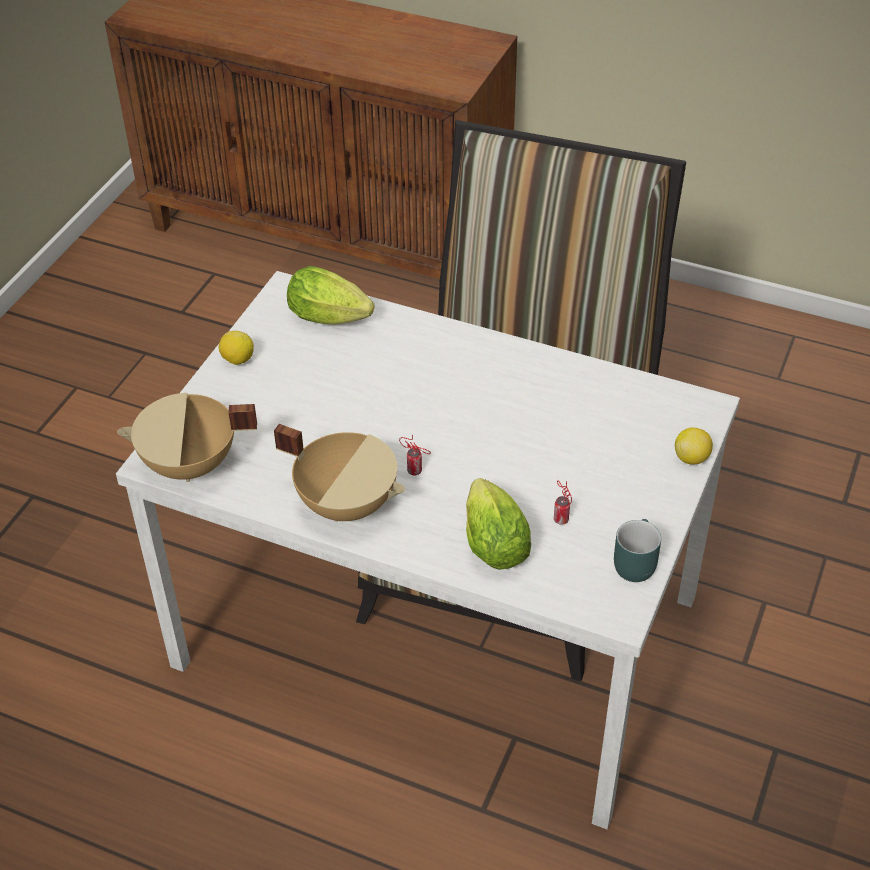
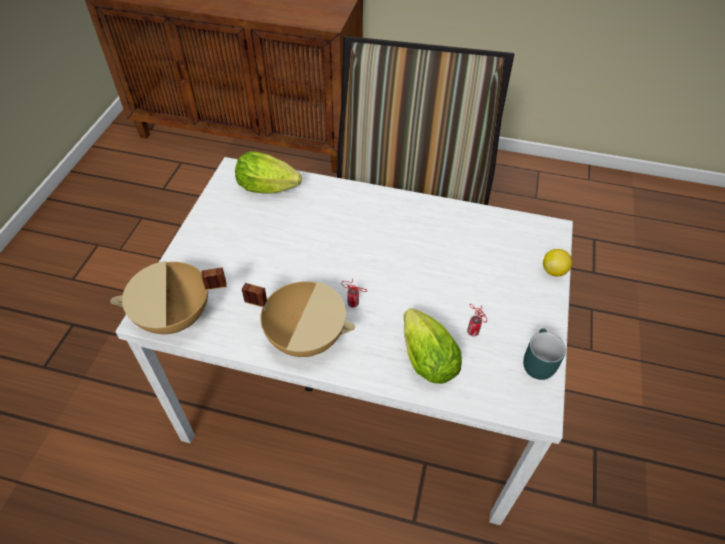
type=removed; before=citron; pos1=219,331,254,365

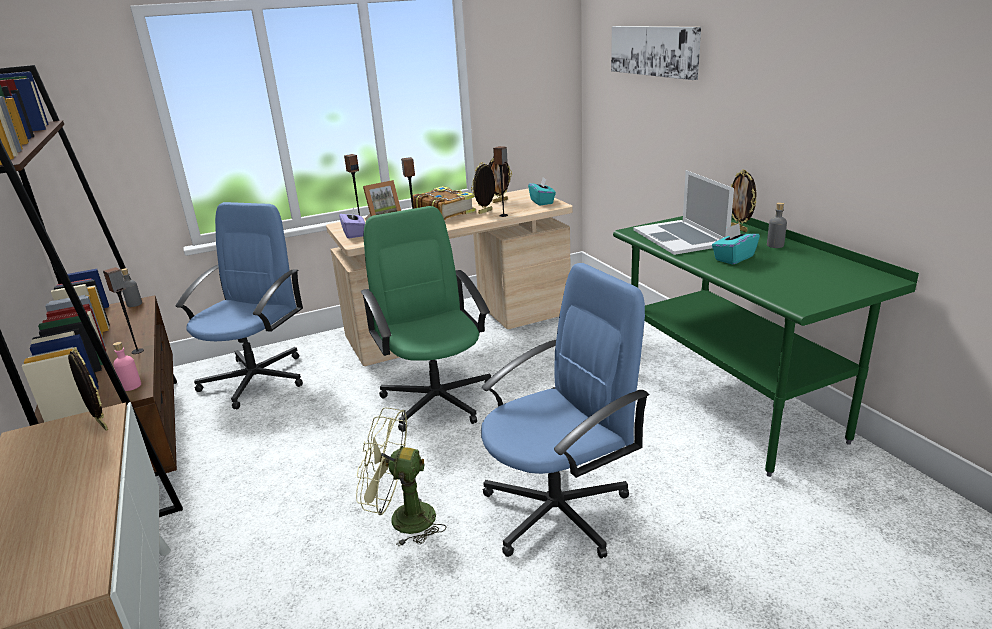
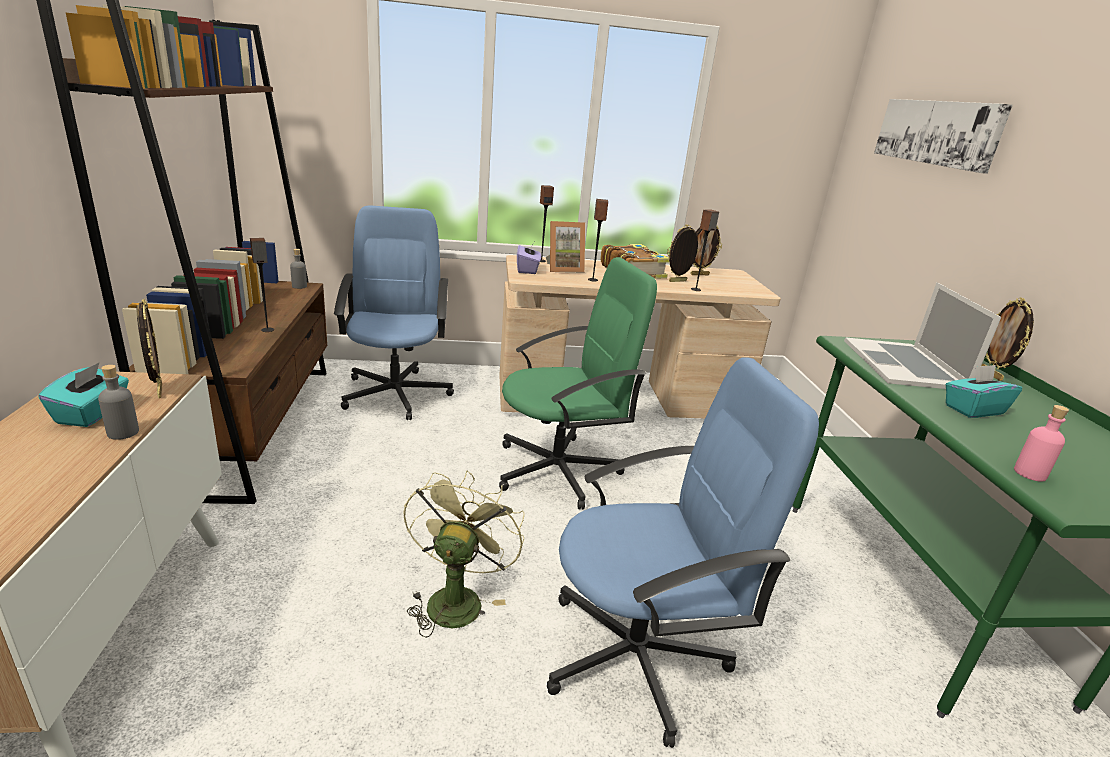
type=moved; before=boîte à mouchoirs [turquoise]; pos1=528,178,556,206; pos2=38,362,129,427
type=moved; before=bouteille [gris]; pos1=767,203,787,248; pos2=98,365,139,440
type=turned; before=chaise de bureau [bleu]; pos1=175,202,303,409; pos2=334,205,454,420; turn=-45
type=turned; before=ventilateur [vert]; pos1=356,407,446,547; pos2=404,471,525,638; turn=75
type=turned; before=chaise de bureau [vert]; pos1=360,206,491,432; pos2=499,257,657,510; turn=75
type=moved; before=bouteille [rose]; pos1=113,342,141,391; pos2=1014,405,1069,482

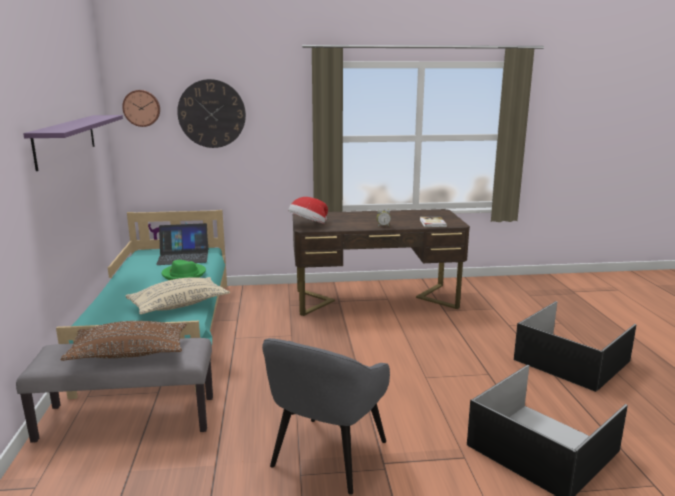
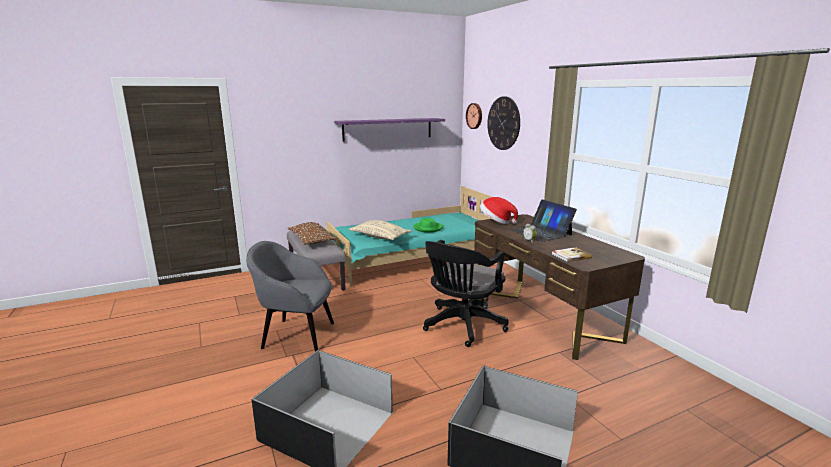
type=added; after=chaise de bureau [noir]; pos2=423,240,509,347
type=moved; before=ordinateur portable; pos1=156,223,208,265; pos2=509,199,577,242

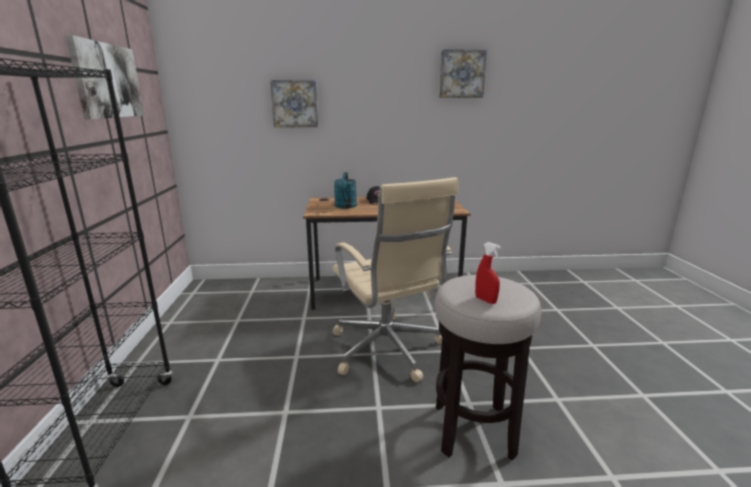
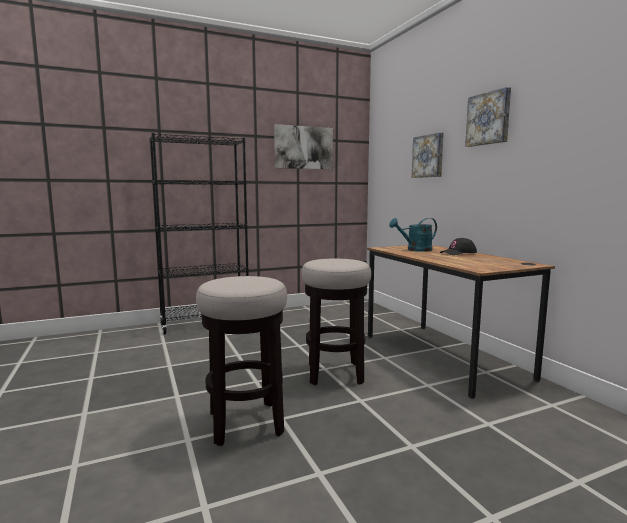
type=replaced; before=chaise de bureau [beige]; after=tabouret; pos1=332,177,458,382; pos2=301,259,371,385
type=moved; before=tableau; pos1=439,49,487,98; pos2=465,87,511,147
type=removed; before=vaporisateur [rouge]; pos1=475,242,501,304

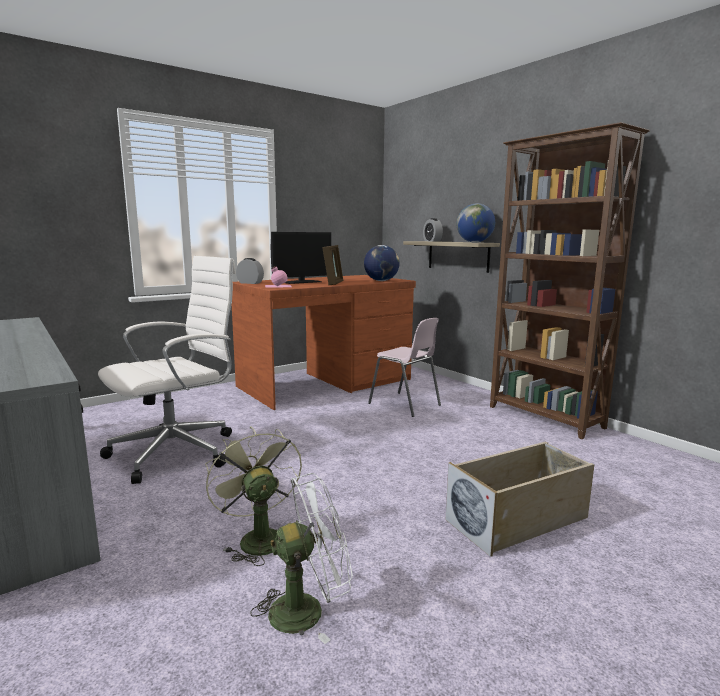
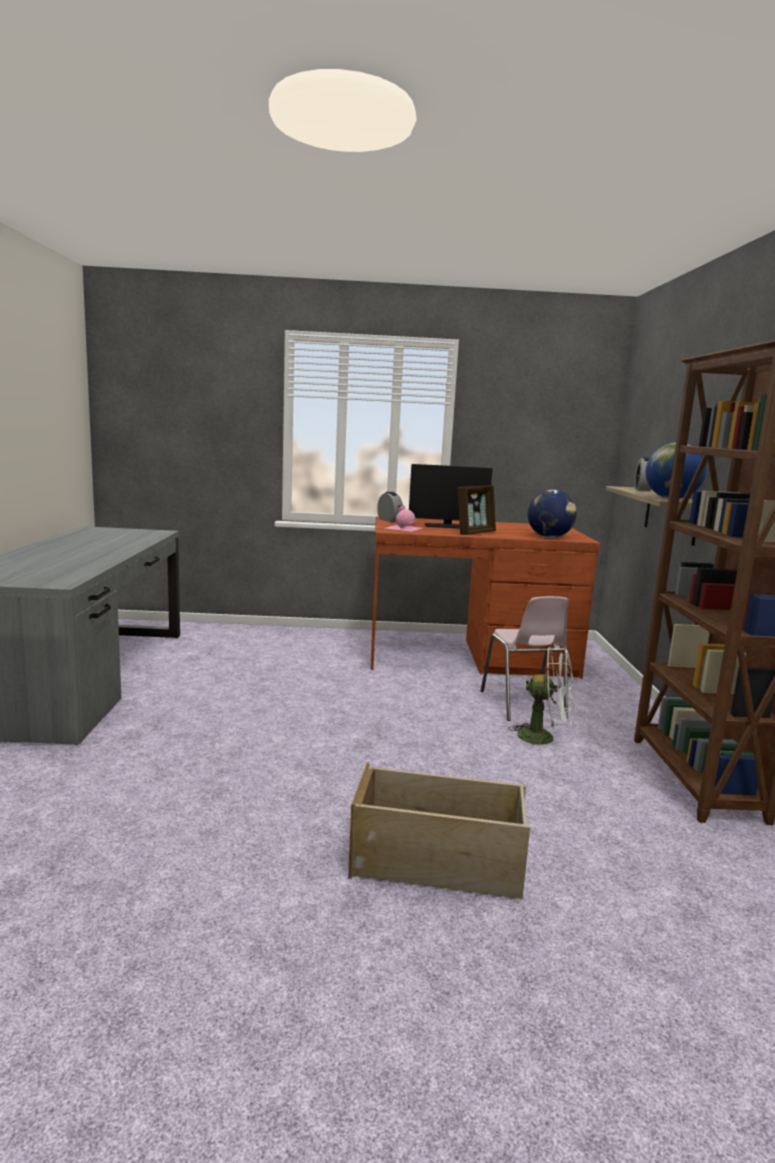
type=moved; before=ventilateur [blanc]; pos1=250,473,353,644; pos2=508,646,574,752
type=removed; before=chaise de bureau [blanc]; pos1=98,256,236,484
type=removed; before=ventilateur [vert]; pos1=205,426,302,566

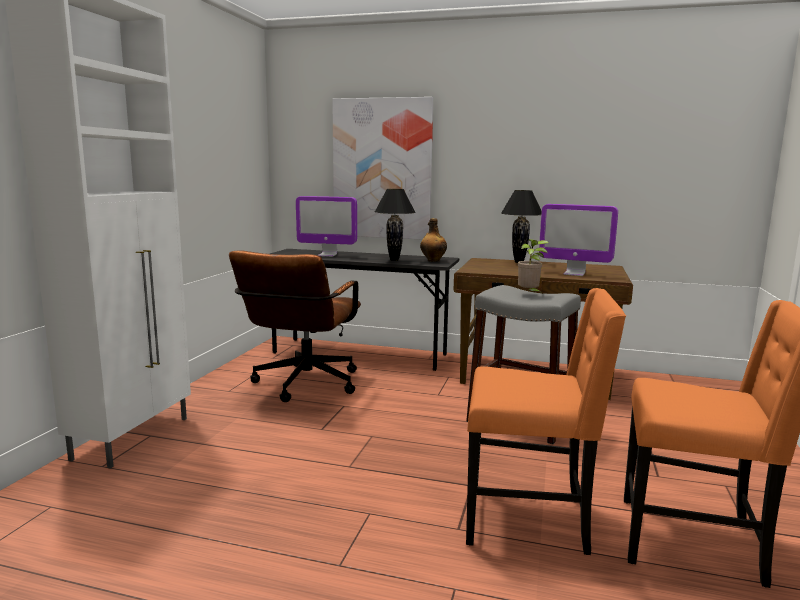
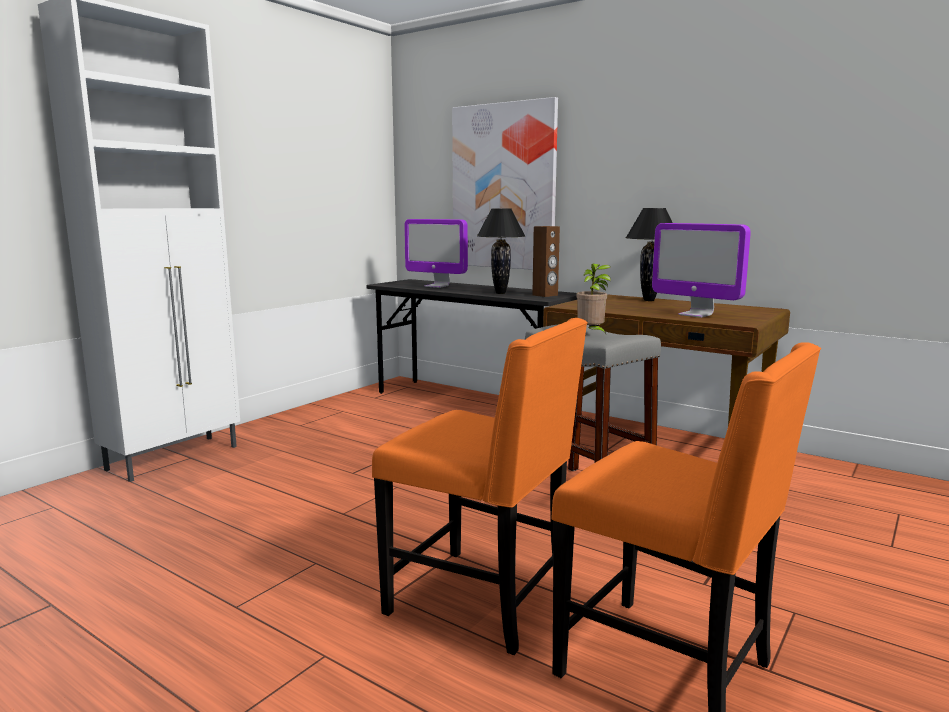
type=replaced; before=bouteille; after=enceinte [marron]; pos1=420,218,447,262; pos2=532,226,560,297
type=removed; before=chaise de bureau [marron]; pos1=229,250,361,402

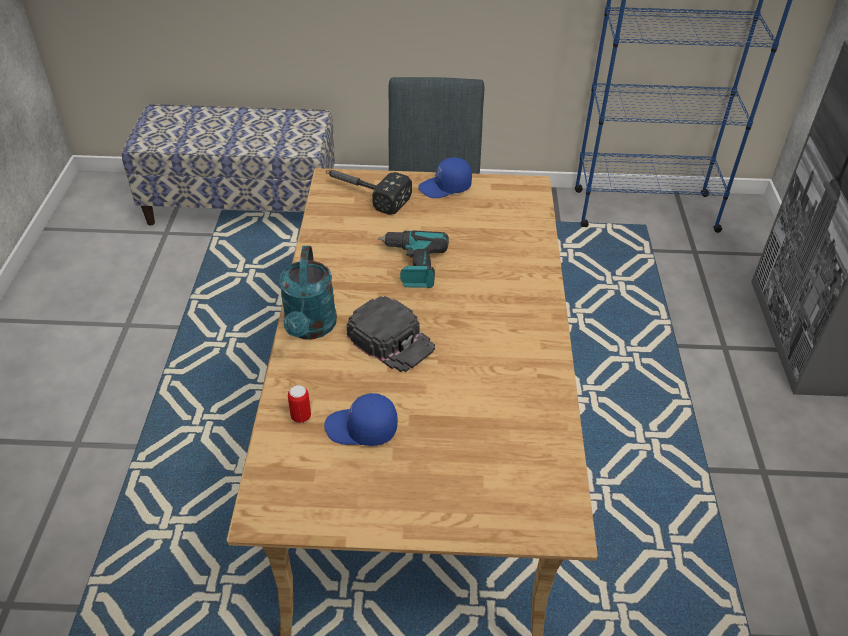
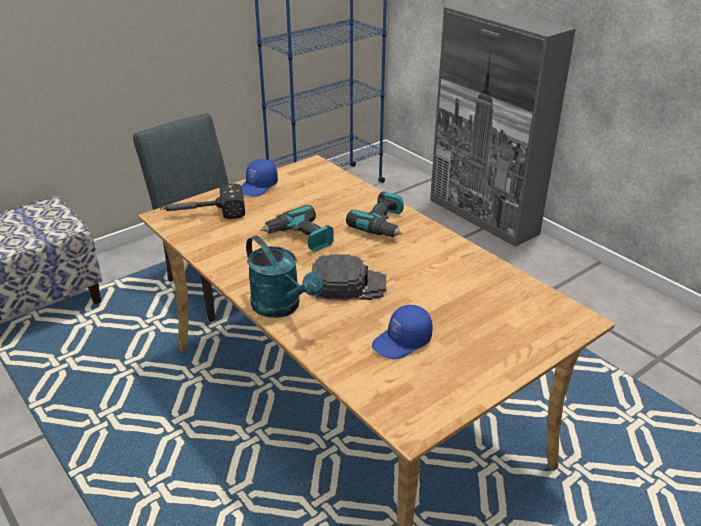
type=added; after=perceuse; pos2=346,191,404,237
type=removed; before=boîte métallique; pos1=288,385,311,423

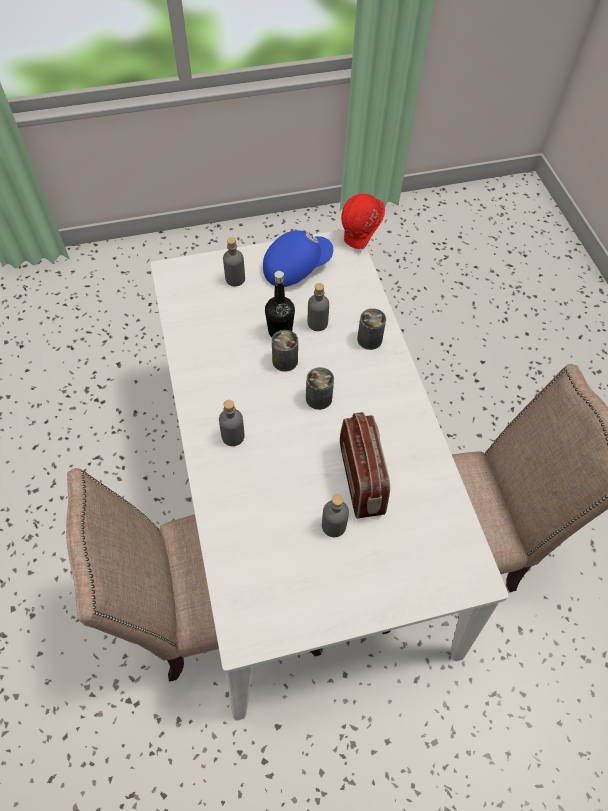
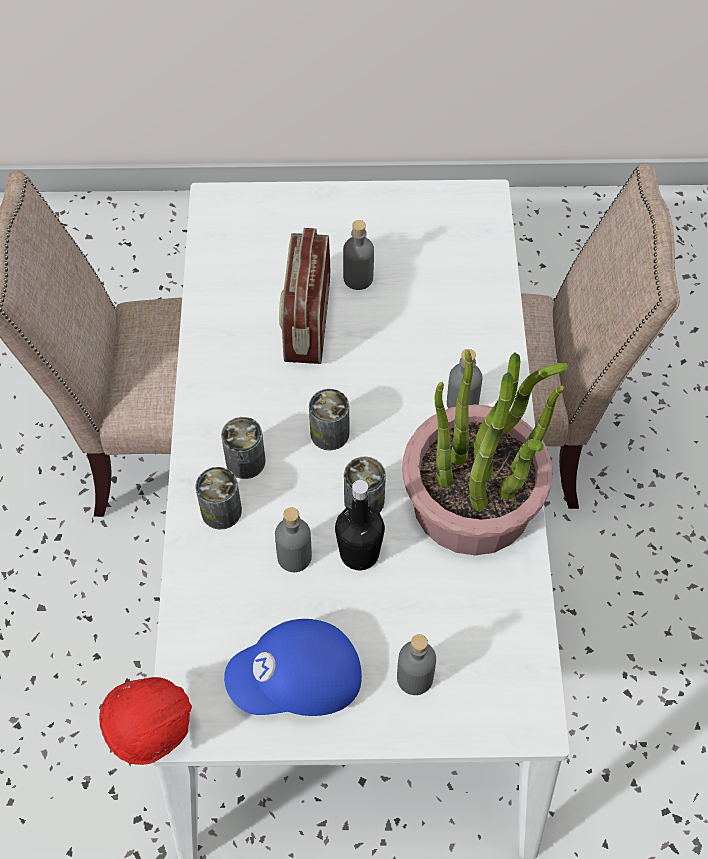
type=added; after=boîte métallique; pos2=221,417,266,479
type=added; after=plante en pot; pos2=402,350,569,555

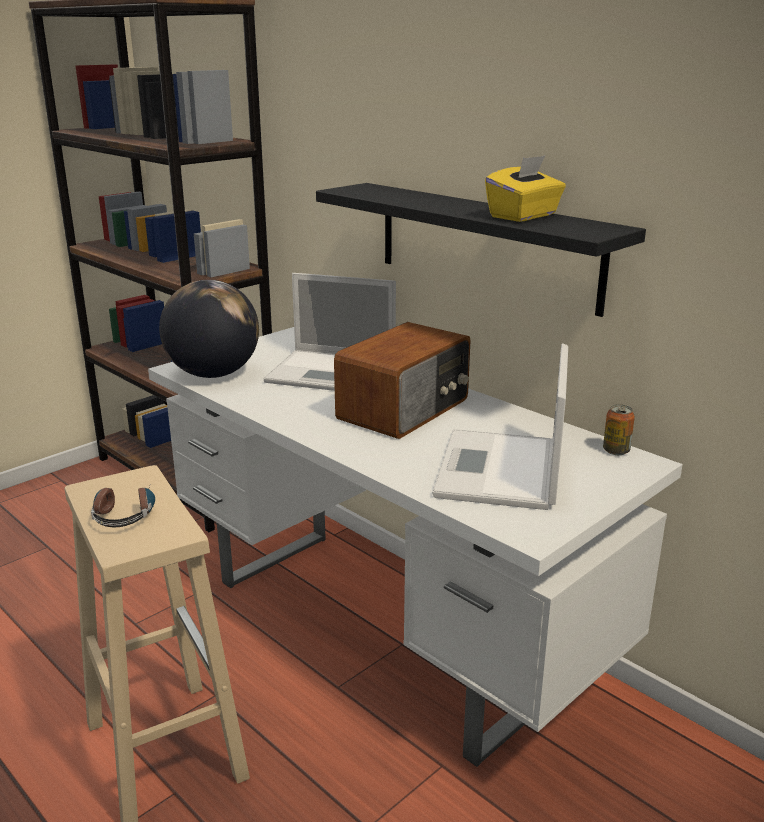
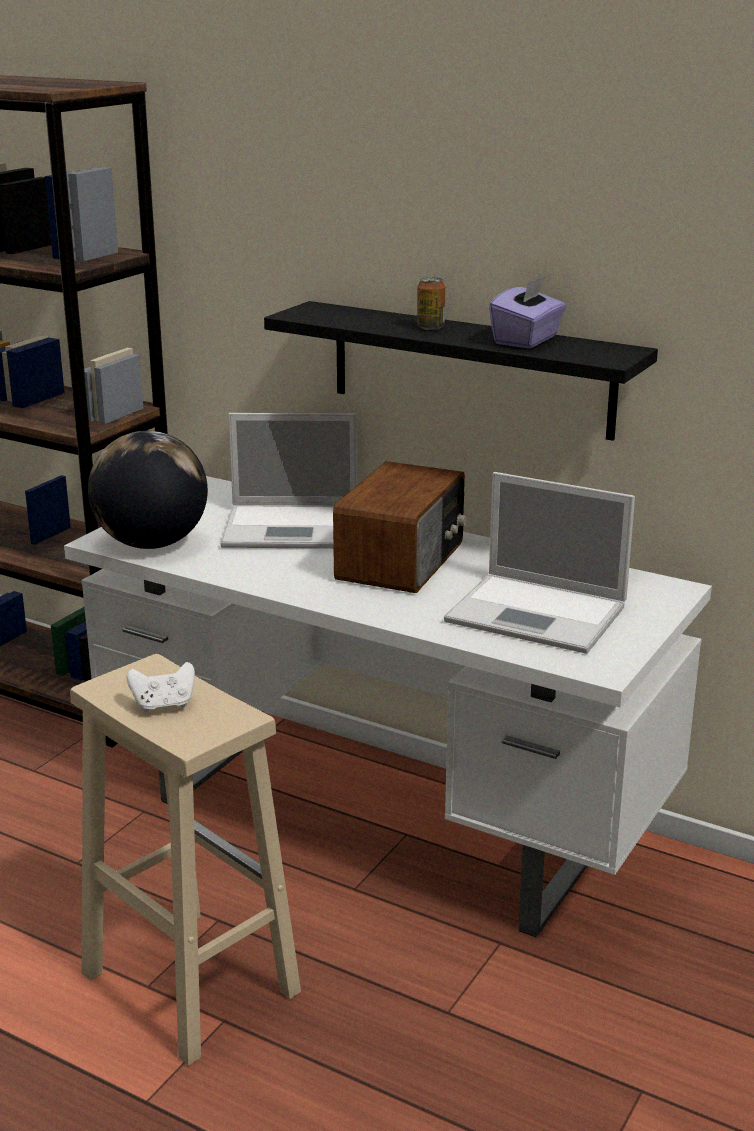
type=replaced; before=casque audio; after=manette [blanc]; pos1=91,481,155,527; pos2=126,662,195,713
type=moved; before=boîte métallique; pos1=603,404,635,455; pos2=417,277,445,330
type=turned; before=ordinateur portable; pos1=432,344,568,510; pos2=444,472,635,654; turn=-60
type=recoloured; before=boîte à mouchoirs [jaune]; after=boîte à mouchoirs [violet]; pos1=485,155,566,222; pos2=489,276,566,349

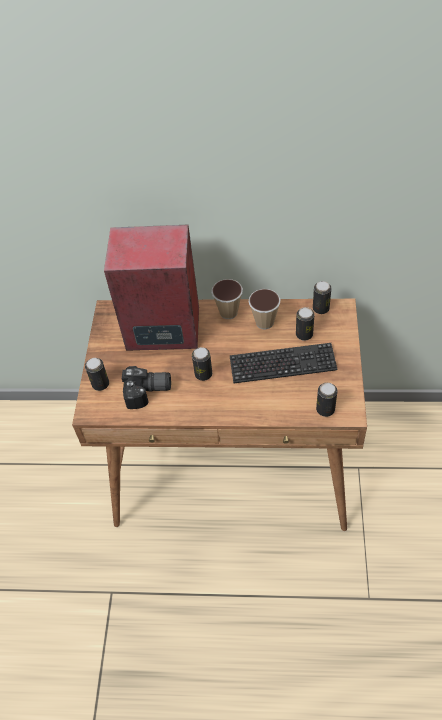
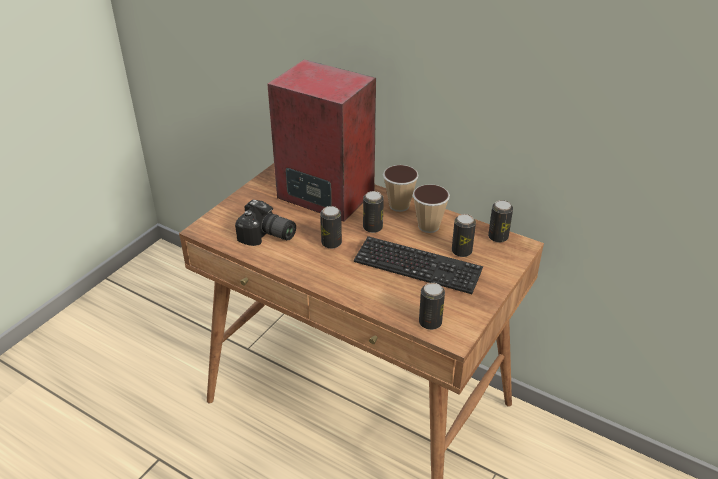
type=moved; before=boîte métallique; pos1=85,358,109,391; pos2=363,191,384,233

